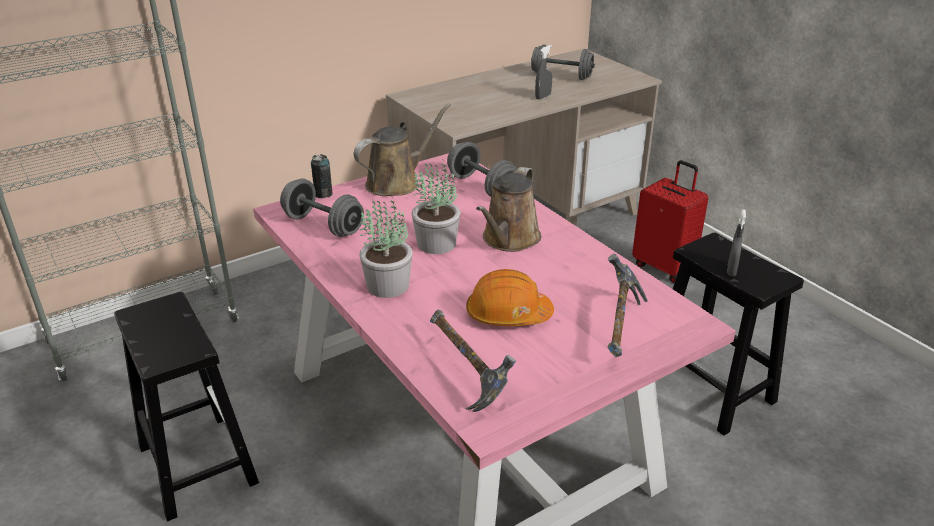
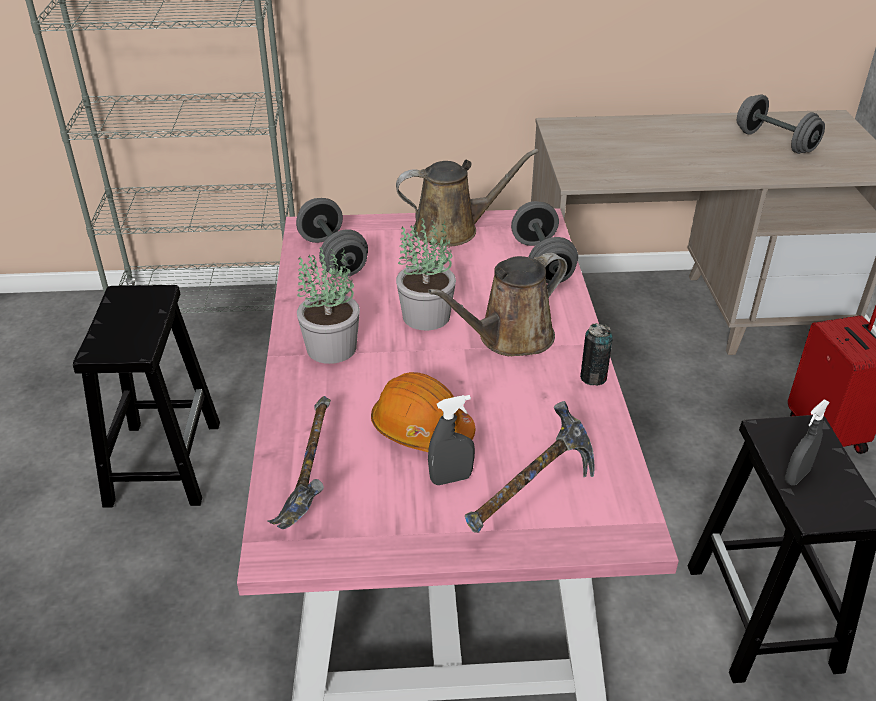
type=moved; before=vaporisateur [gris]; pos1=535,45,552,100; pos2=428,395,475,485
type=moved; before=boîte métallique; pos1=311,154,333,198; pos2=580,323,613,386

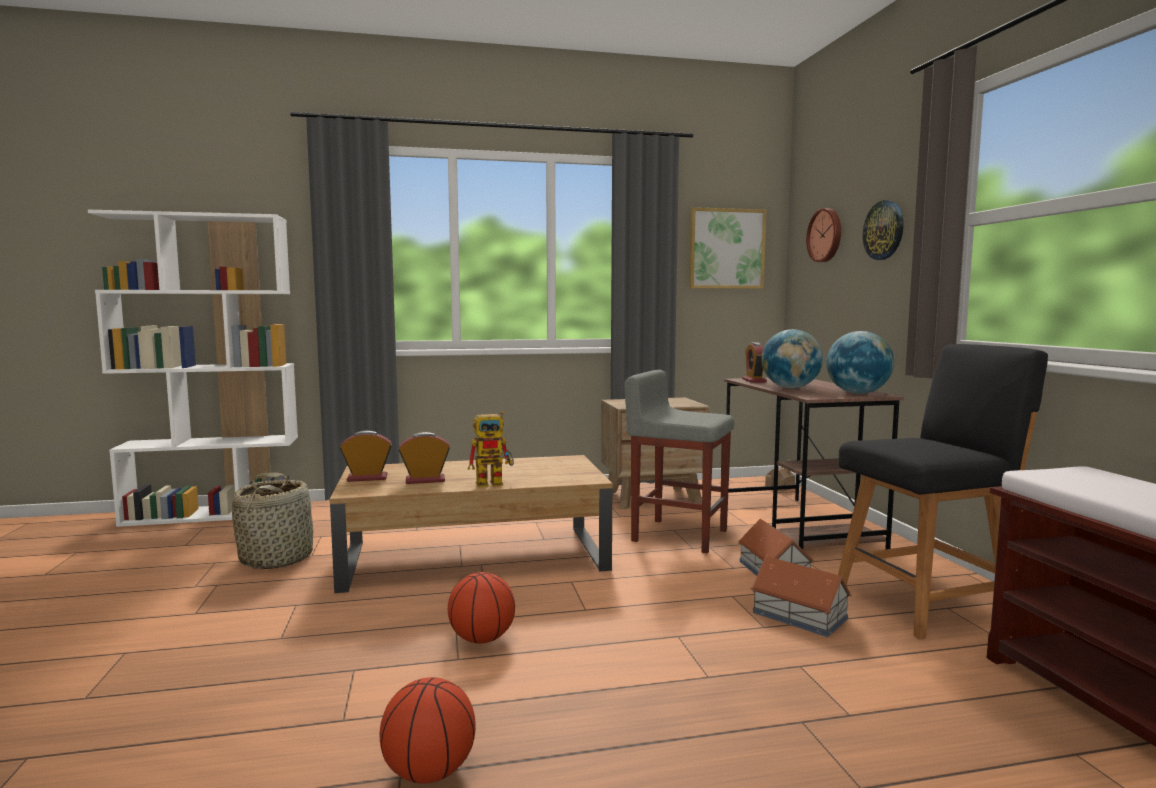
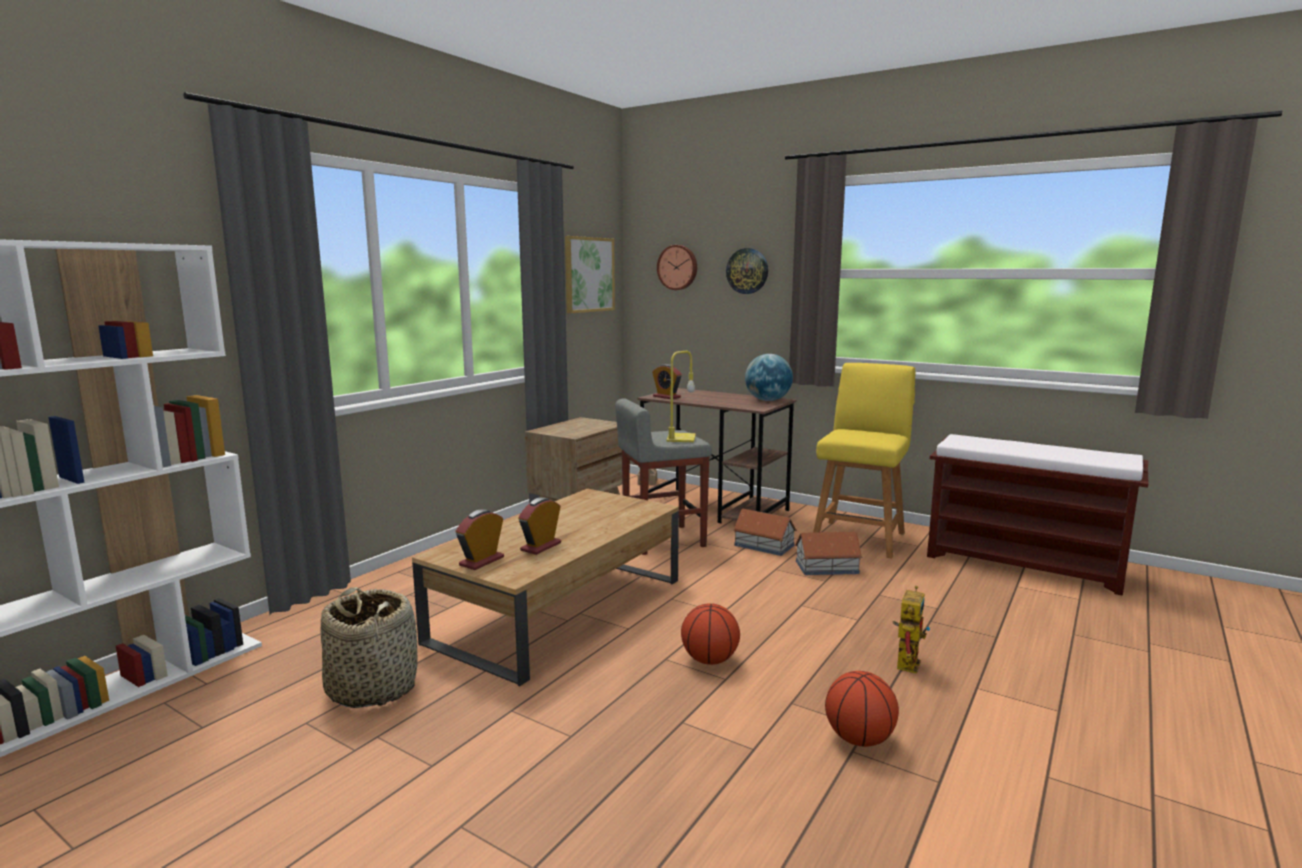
type=added; after=lampe de table [jaune]; pos2=667,351,696,442
type=recoloured; before=chaise [noir]; after=chaise [jaune]; pos1=838,344,1048,639; pos2=813,363,915,558
type=moved; before=robot jouet; pos1=468,411,514,487; pos2=893,586,930,674
type=removed; before=globe; pos1=761,329,823,388

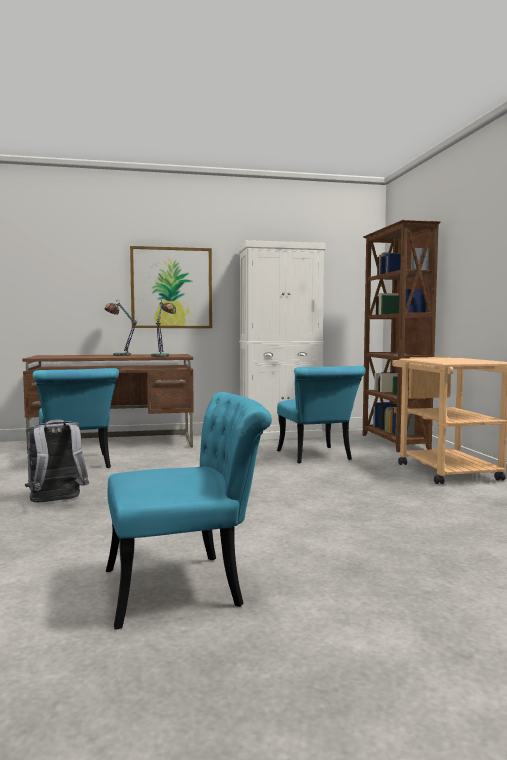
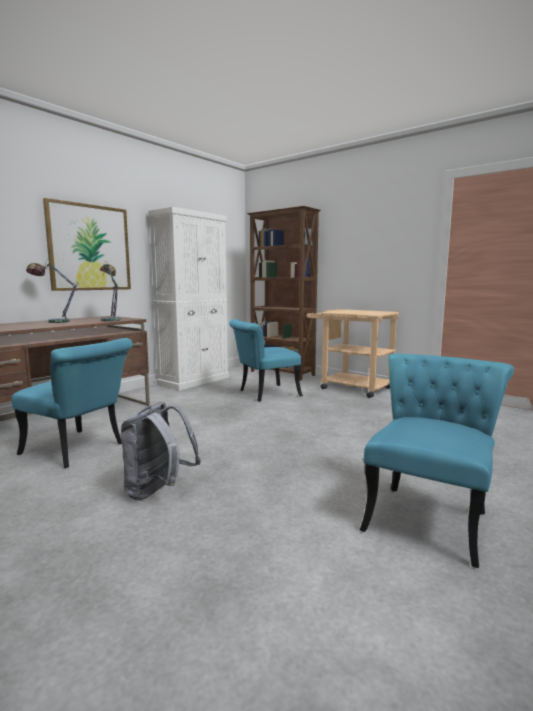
type=turned; before=chaise [turquoise]; pos1=277,366,366,464; pos2=229,319,303,402; turn=120

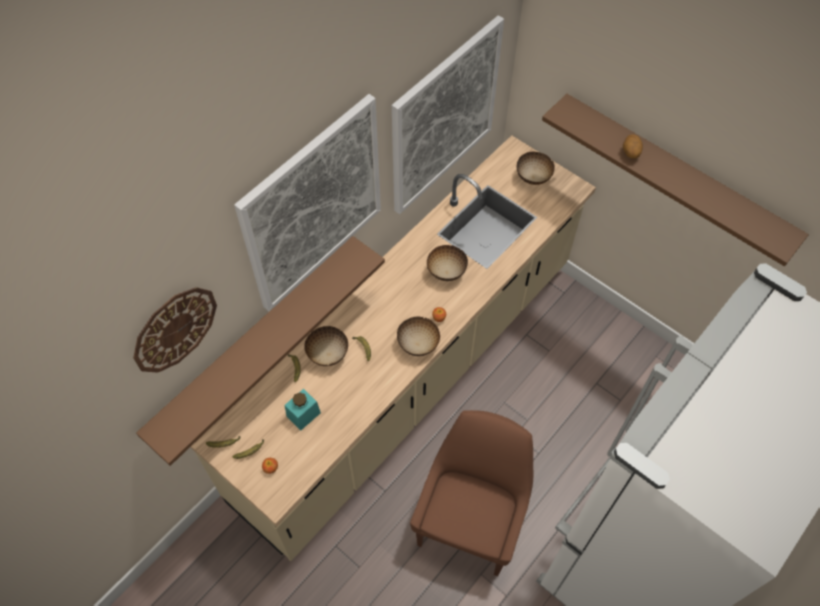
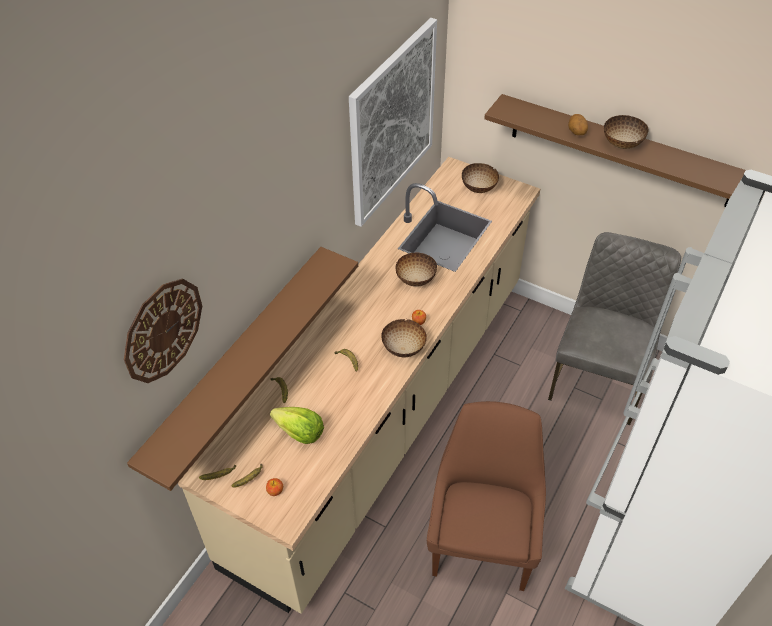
type=replaced; before=bocal [turquoise]; after=laitue; pos1=285,389,321,431; pos2=270,407,324,444
type=added; after=chaise [gris]; pos2=548,232,681,425
type=moved; before=bol; pos1=305,326,348,366; pos2=604,115,648,149
type=removed; before=tableau; pos1=234,94,381,312

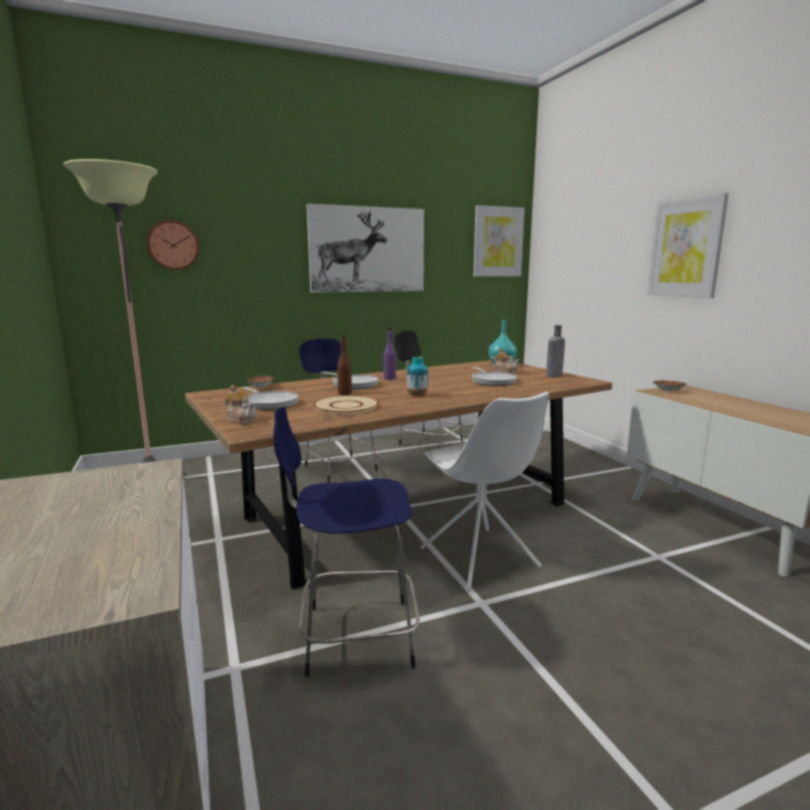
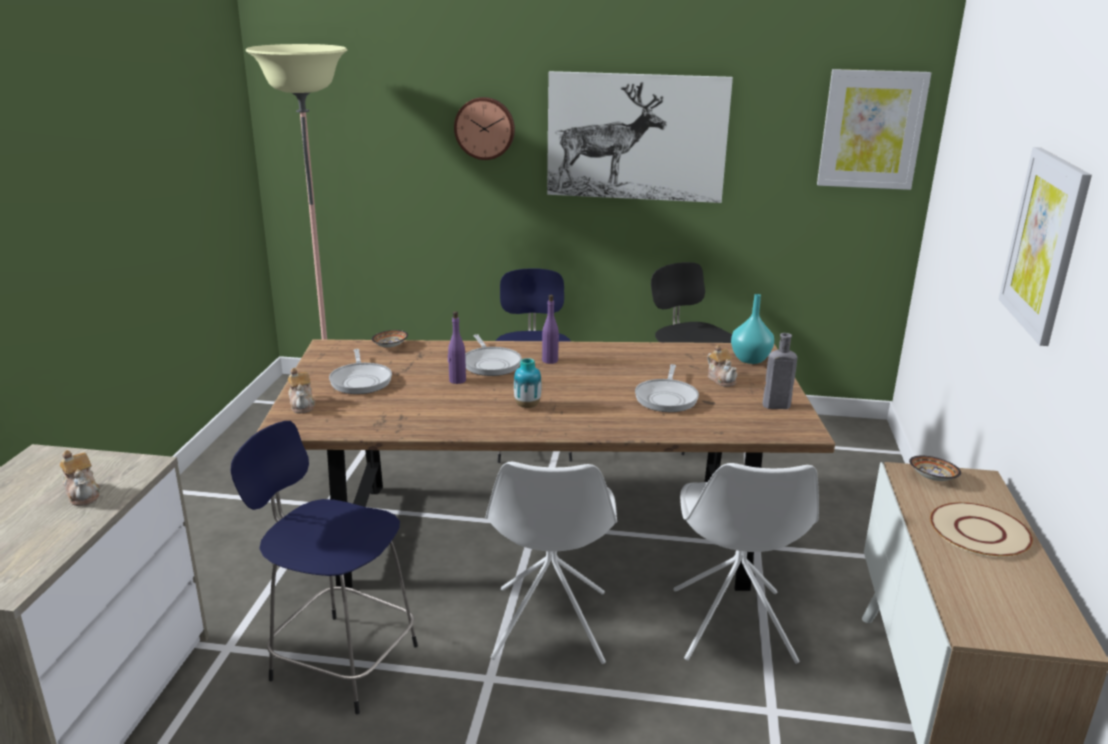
type=added; after=théière; pos2=60,450,100,506
type=recoloured; before=bouteille [marron]; after=bouteille [violet]; pos1=337,334,352,395; pos2=448,311,466,384
type=moved; before=horloge murale; pos1=147,220,199,270; pos2=454,97,515,160
type=added; after=chaise [blanc]; pos2=673,463,819,664
type=moved; before=assiette [beige]; pos1=313,396,379,414; pos2=930,502,1033,557

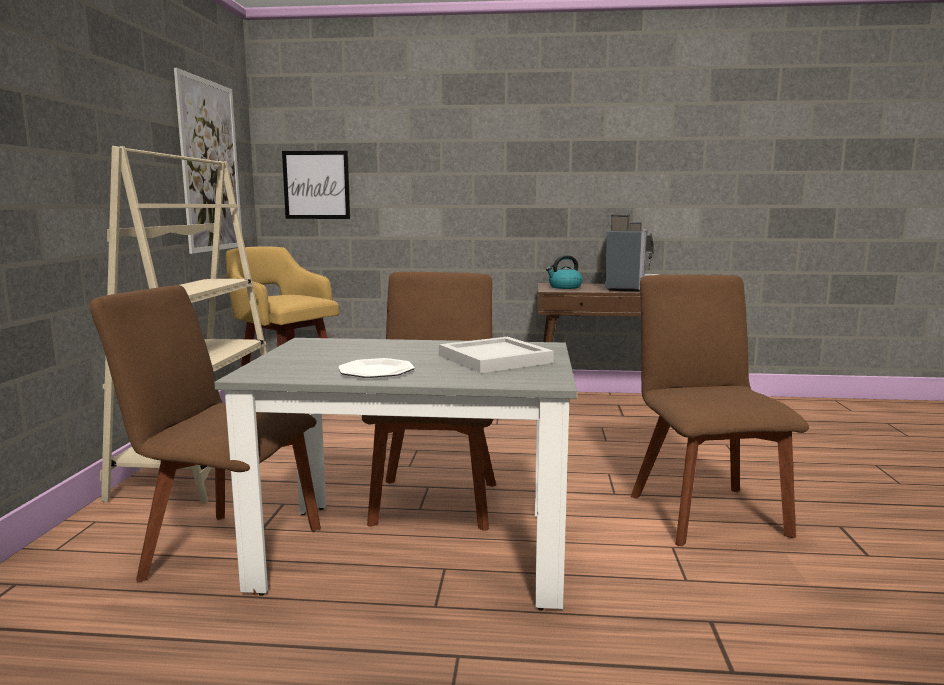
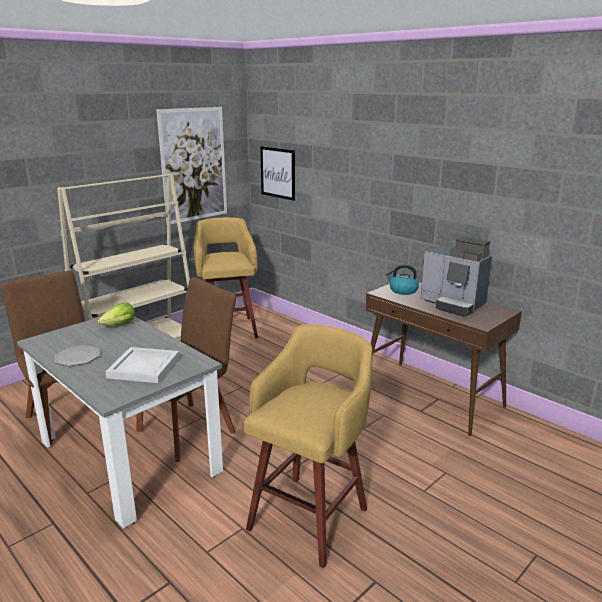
type=added; after=laitue; pos2=97,302,135,326
type=replaced; before=chaise [marron]; after=tabouret [jaune]; pos1=630,275,809,546; pos2=244,325,373,568
type=turned; before=machine à café; pos1=605,214,660,292; pos2=421,236,492,317; turn=75

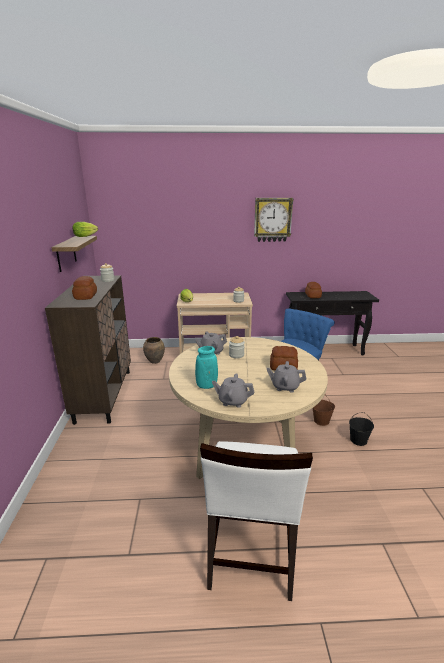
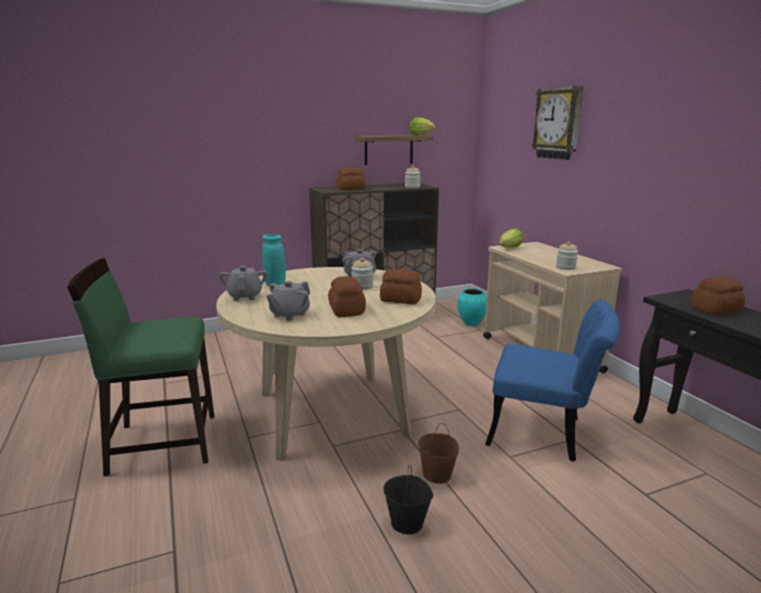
type=recoloured; before=chaise [blanc]; after=chaise [vert]; pos1=200,441,313,601; pos2=67,258,214,477
type=turned; before=théière [gris]; pos1=266,361,306,392; pos2=267,281,310,321; turn=-135
type=added; after=pain; pos2=380,269,422,304
type=recoloured; before=vase [marron]; after=vase [turquoise]; pos1=143,337,165,364; pos2=457,288,487,326
type=moved; before=horloge murale; pos1=254,198,294,242; pos2=531,86,584,160

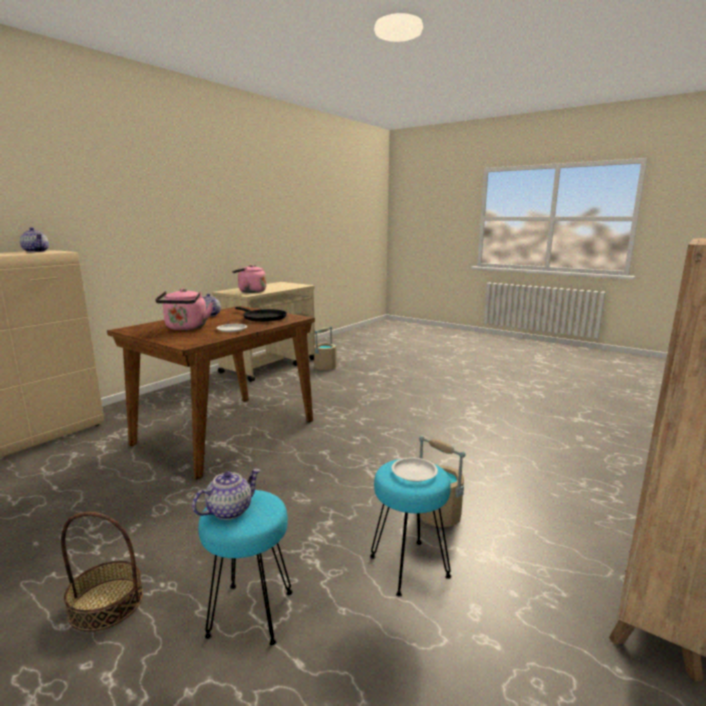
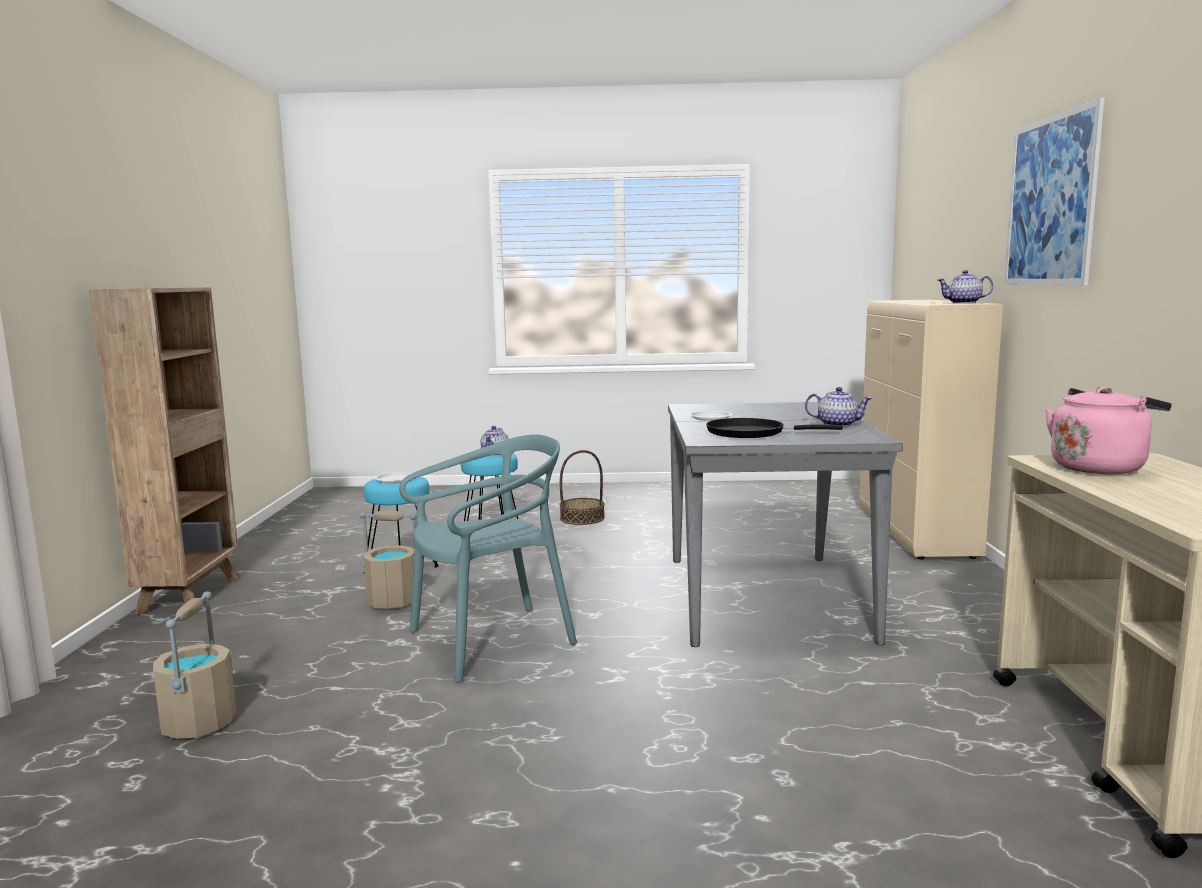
type=moved; before=seau [beige]; pos1=314,326,337,370; pos2=153,591,237,739
type=added; after=chaise [turquoise]; pos2=399,434,577,682
type=recoloured; before=table à manger [marron]; after=table à manger [gris]; pos1=107,306,315,479; pos2=668,402,903,647
type=added; after=tableau; pos2=1004,97,1105,286
type=removed; before=bouilloire [rose]; pos1=155,288,213,330

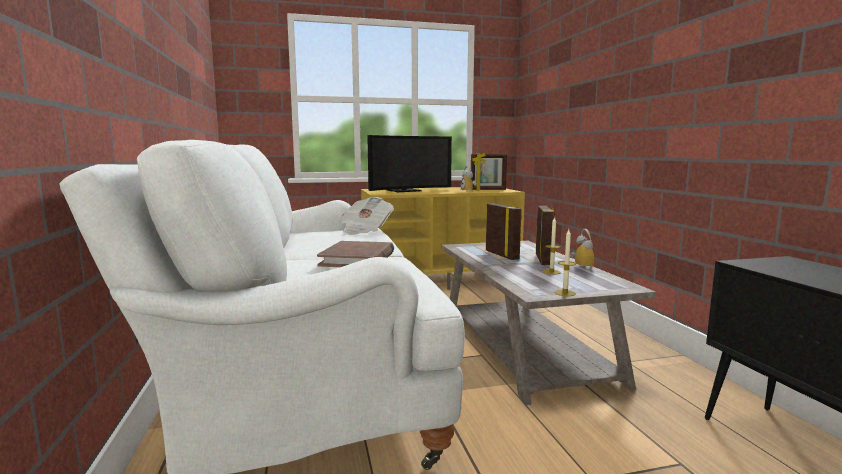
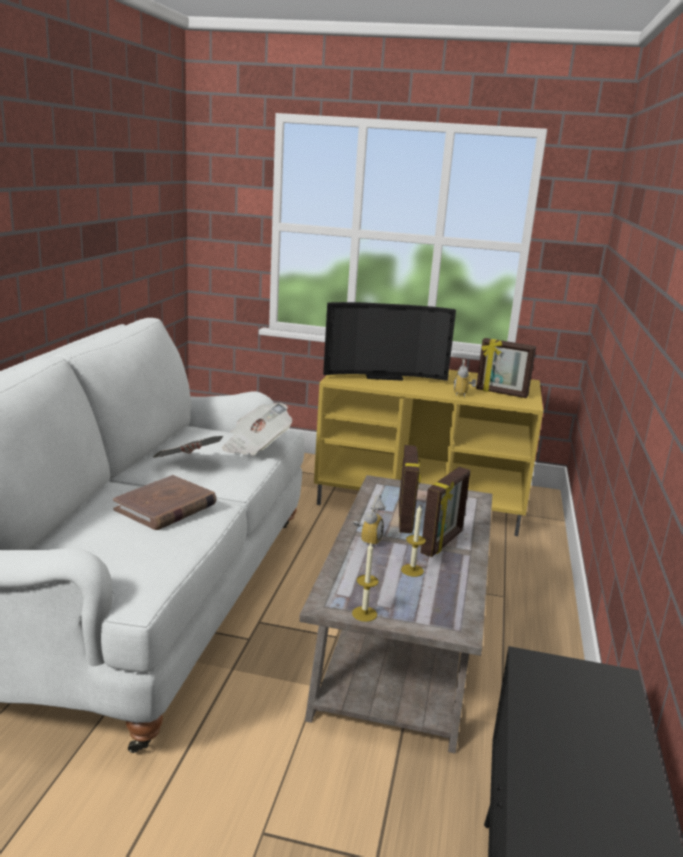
type=added; after=journal; pos2=153,436,224,458
type=moved; before=réveil; pos1=570,229,594,269; pos2=353,494,385,547

